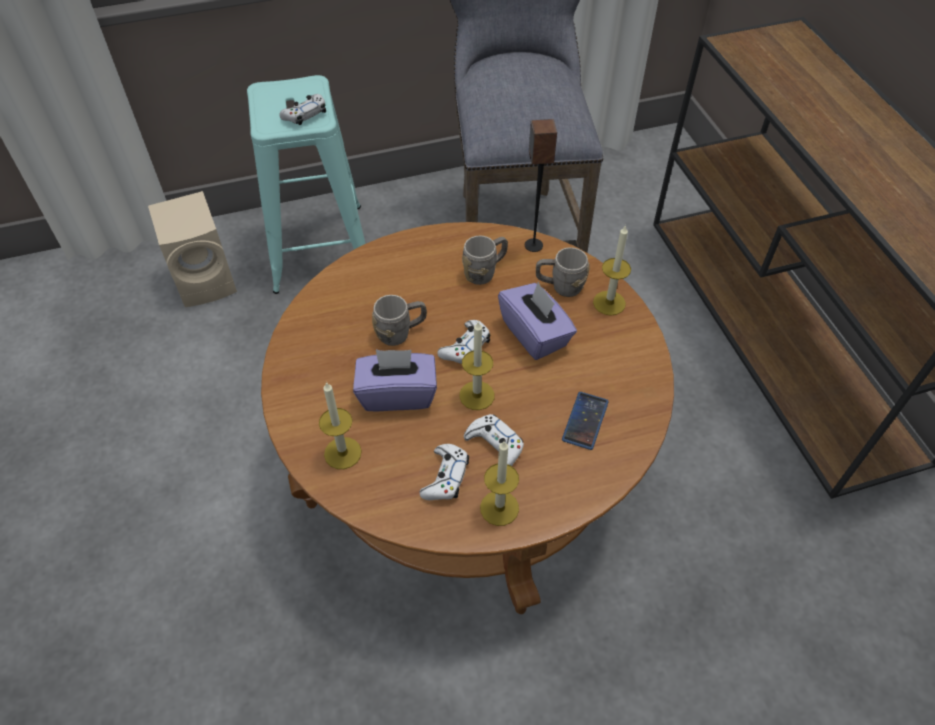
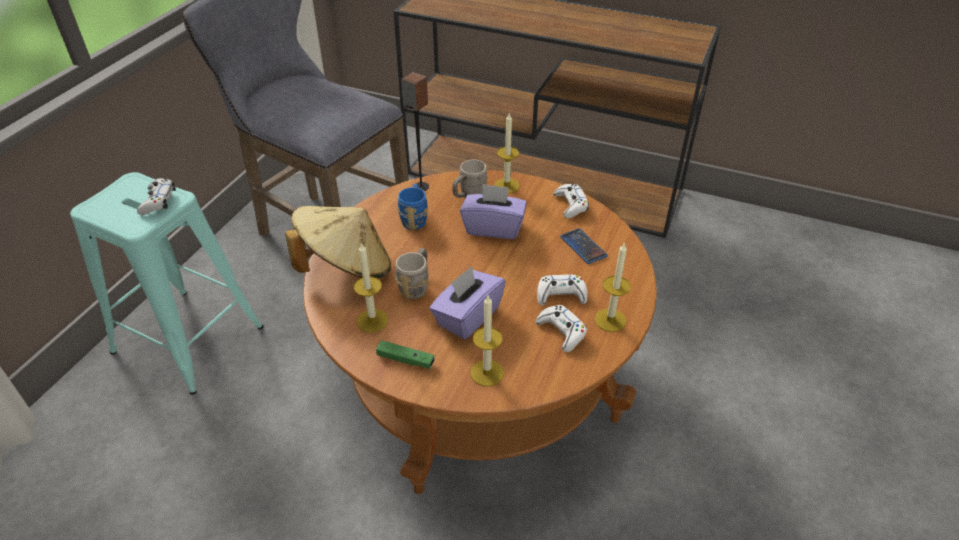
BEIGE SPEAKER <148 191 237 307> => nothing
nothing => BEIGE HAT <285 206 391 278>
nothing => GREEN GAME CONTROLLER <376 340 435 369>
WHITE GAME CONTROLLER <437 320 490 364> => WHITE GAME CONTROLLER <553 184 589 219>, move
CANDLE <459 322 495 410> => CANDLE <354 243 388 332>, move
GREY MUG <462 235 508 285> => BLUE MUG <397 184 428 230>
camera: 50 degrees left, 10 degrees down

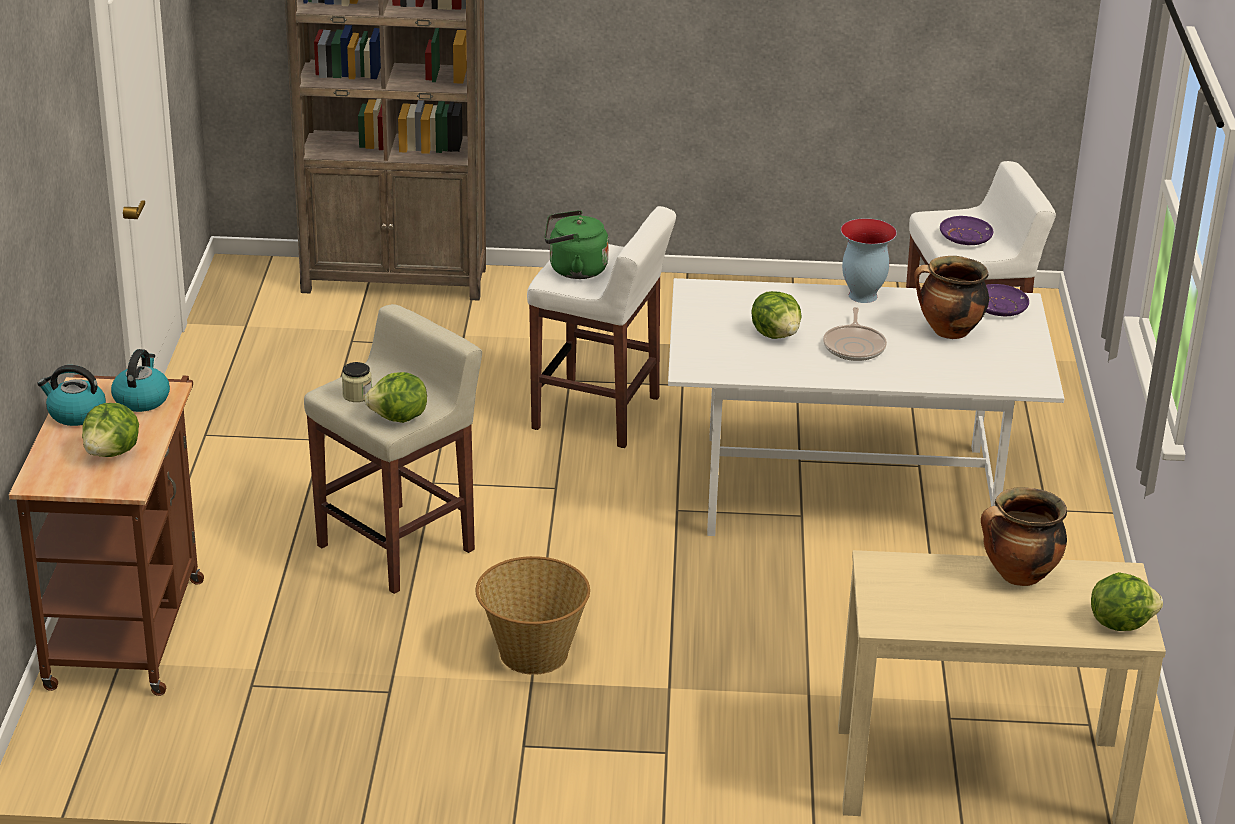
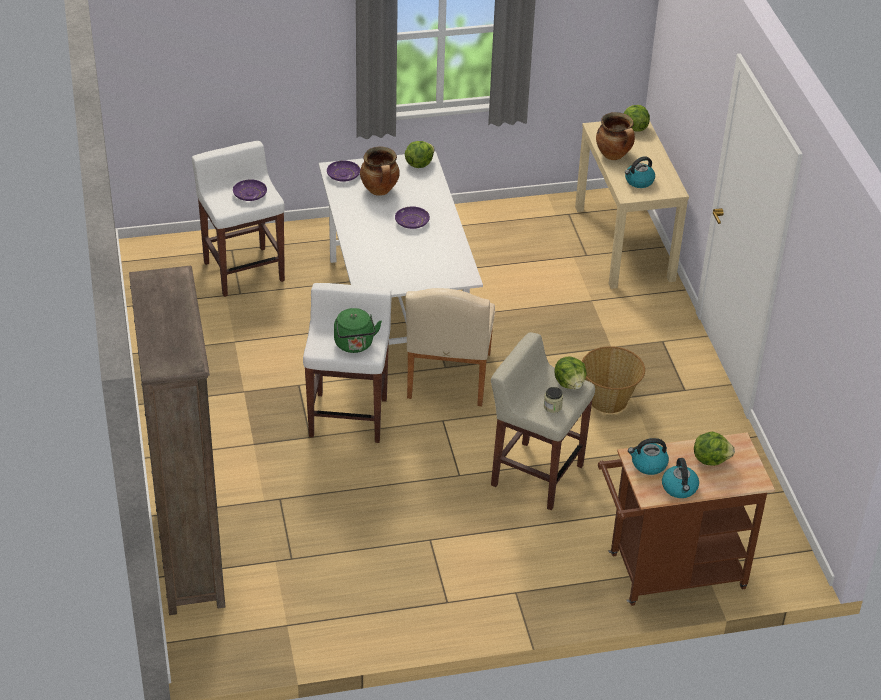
VASE <841 218 897 303> => nothing
nothing => BEIGE CHAIR <405 288 495 406>
nothing => KETTLE <625 156 655 188>
LETTUCE <751 291 802 339> => LETTUCE <405 141 434 168>, move
FRYING PAN <823 307 887 361> => PURPLE PLATE <395 206 430 229>
camera: 105 degrees left, 10 degrees up

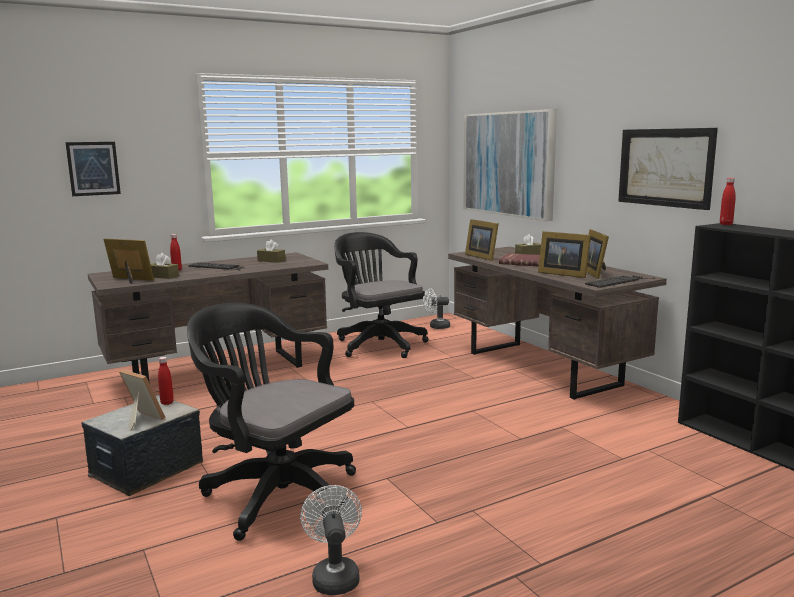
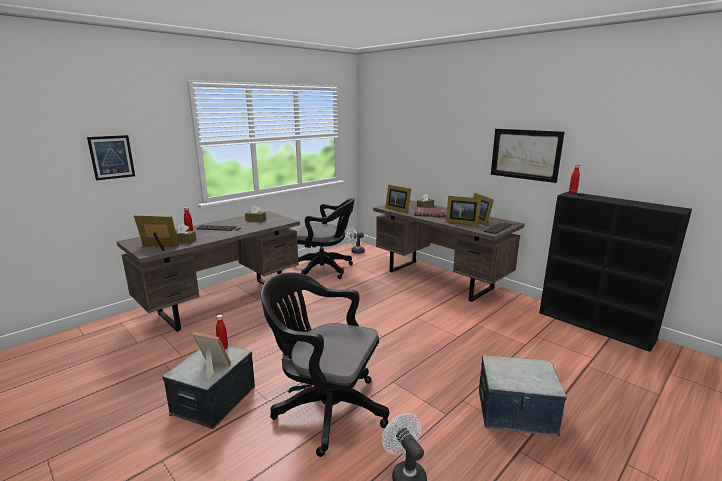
PICTURE <463 109 557 221> => nothing
nothing => STORAGE BOX <479 355 567 436>
BLACK OFFICE CHAIR <334 232 429 358> => BLACK OFFICE CHAIR <297 198 355 279>, 150 degrees clockwise
camera: 15 degrees left, 5 degrees up

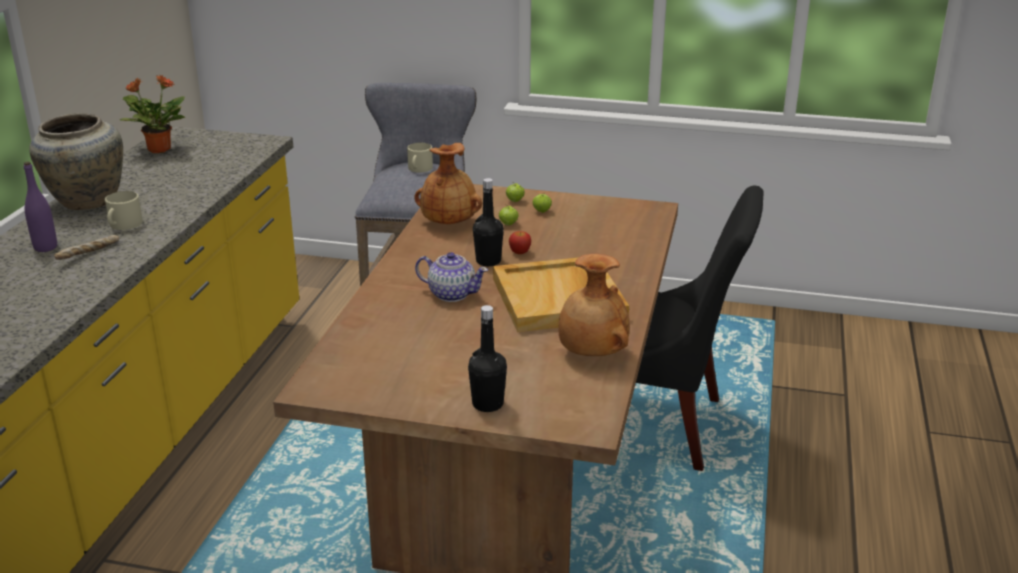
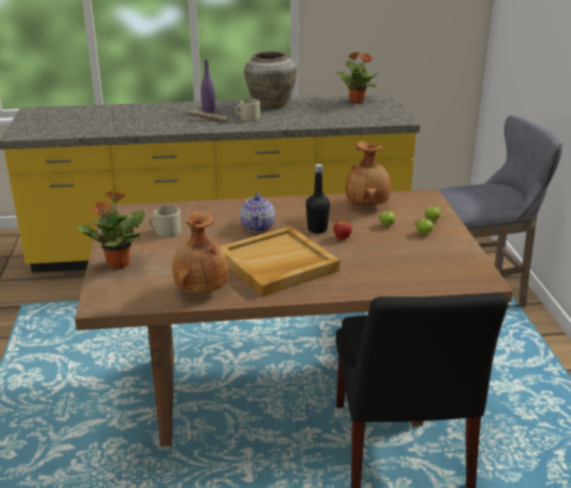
BEIGE MUG <407 143 433 173> => BEIGE MUG <148 206 181 237>, move
BLACK BOTTLE <468 305 507 412> => POTTED PLANT <76 190 145 269>
camera: 70 degrees right, 0 degrees up

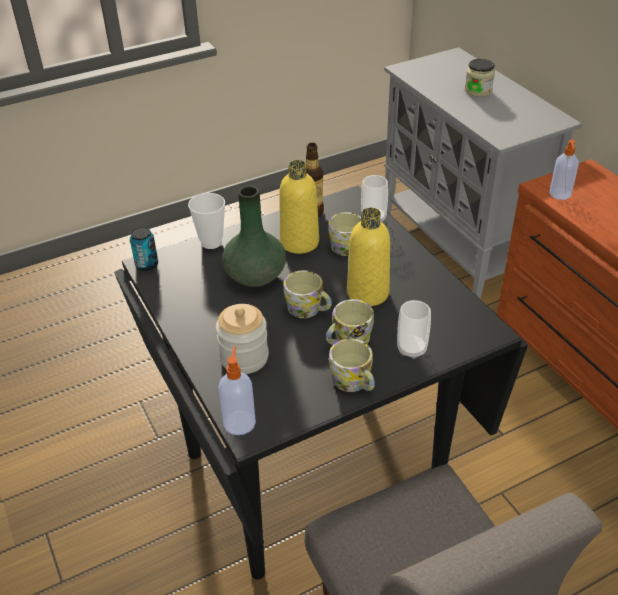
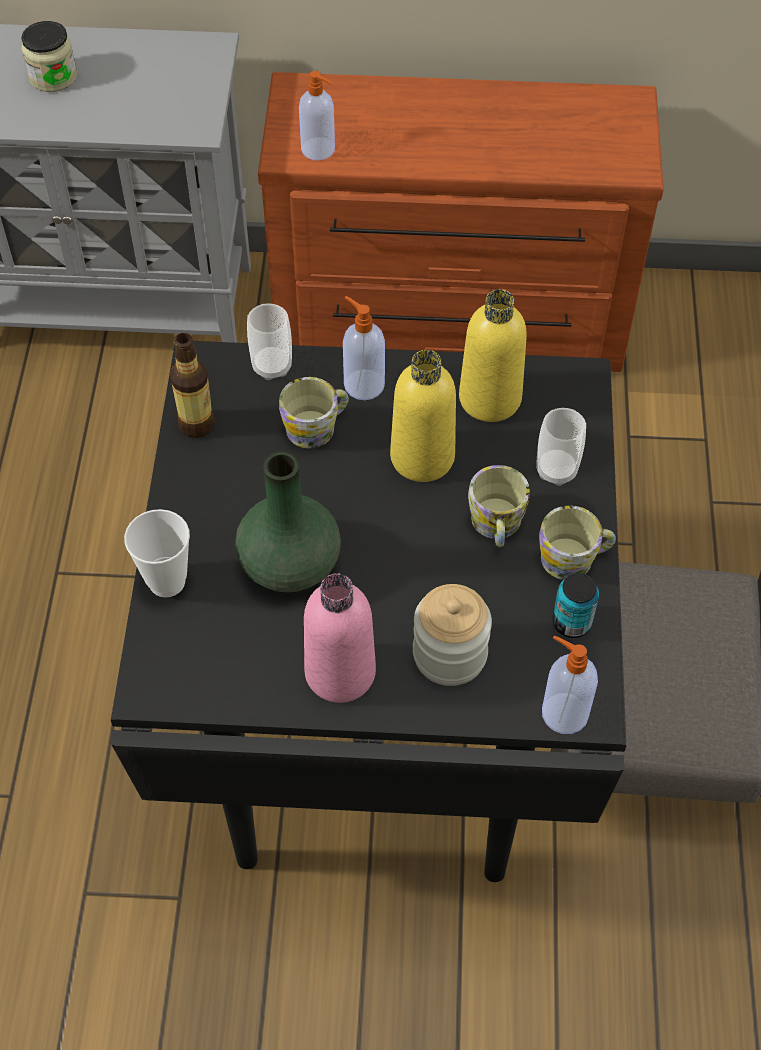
MUG <283 270 332 318> => nothing
nothing => PINK BOTTLE <304 573 376 703>
nothing => SOAP DISPENSER <343 296 385 400>
CAN <130 227 158 271> => CAN <552 573 599 638>, move
YELLOW BOTTLE <279 160 319 254> => YELLOW BOTTLE <459 289 527 422>, move
camera: 60 degrees left, 15 degrees up

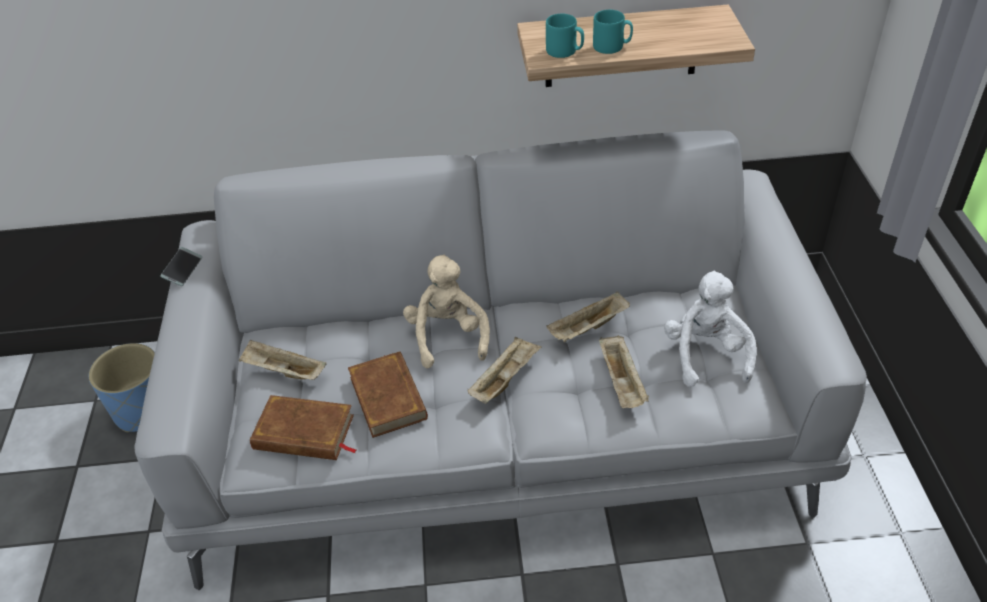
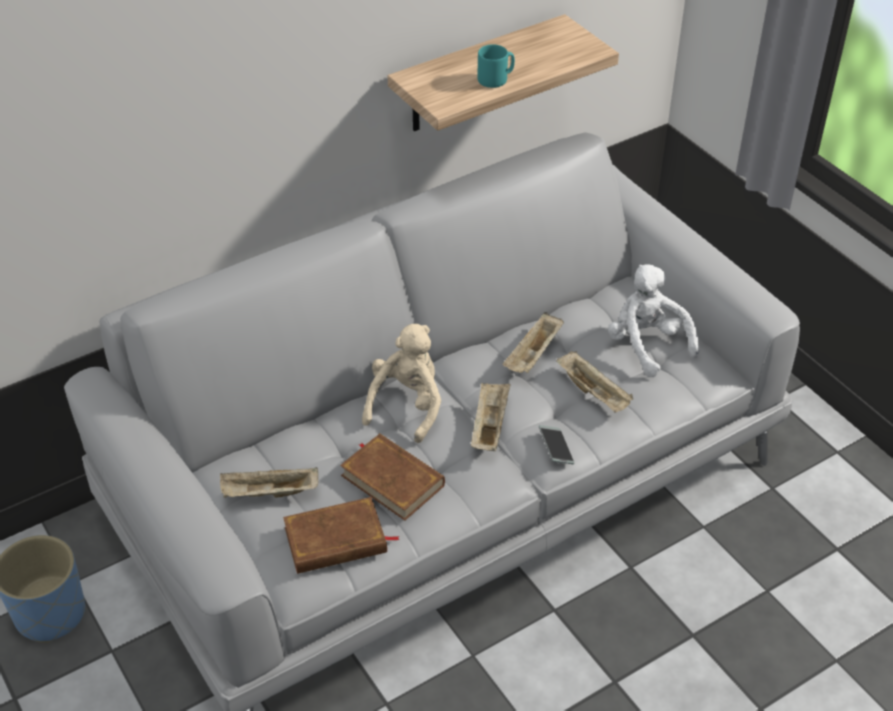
TURQUOISE MUG <546 14 584 58> => nothing
PHONE <160 247 202 286> => PHONE <539 425 574 464>, move
BEIGE PLUSH TOY <403 255 490 369> => BEIGE PLUSH TOY <362 324 441 443>, 60 degrees clockwise
camera: 30 degrees left, 0 degrees up

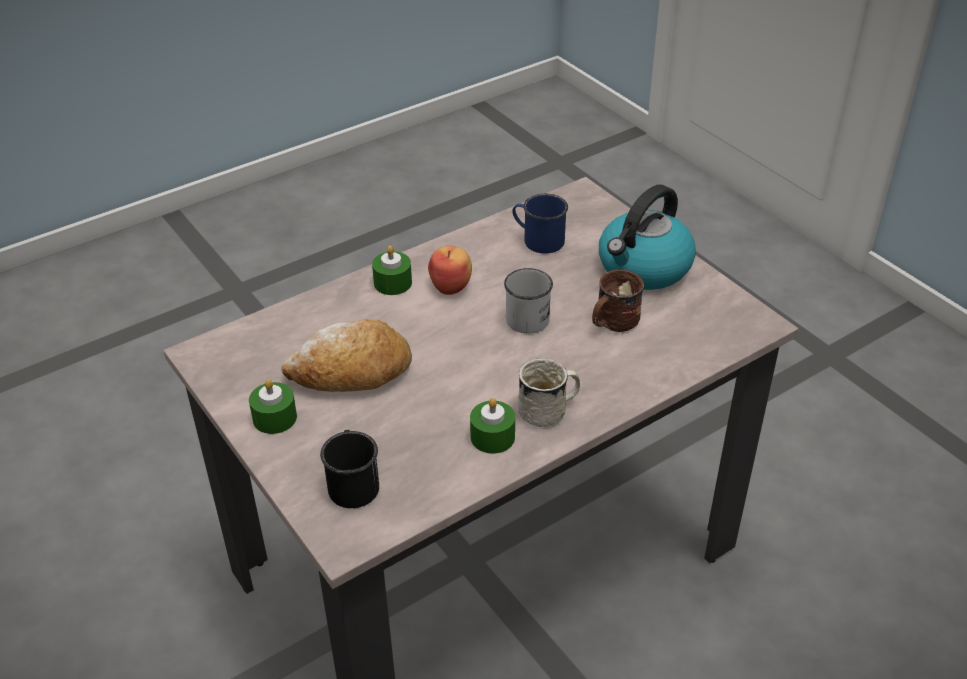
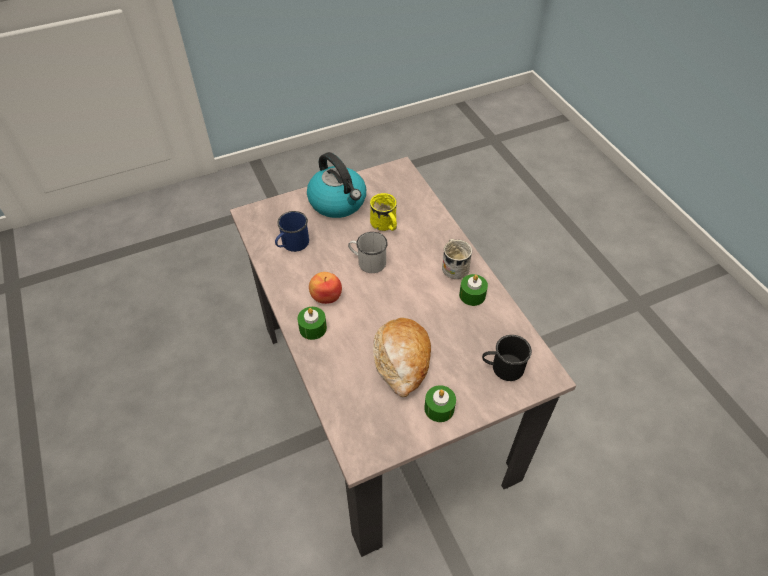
BROWN MUG <592 269 644 334> => YELLOW MUG <370 193 397 231>
camera: 80 degrees left, 10 degrees up

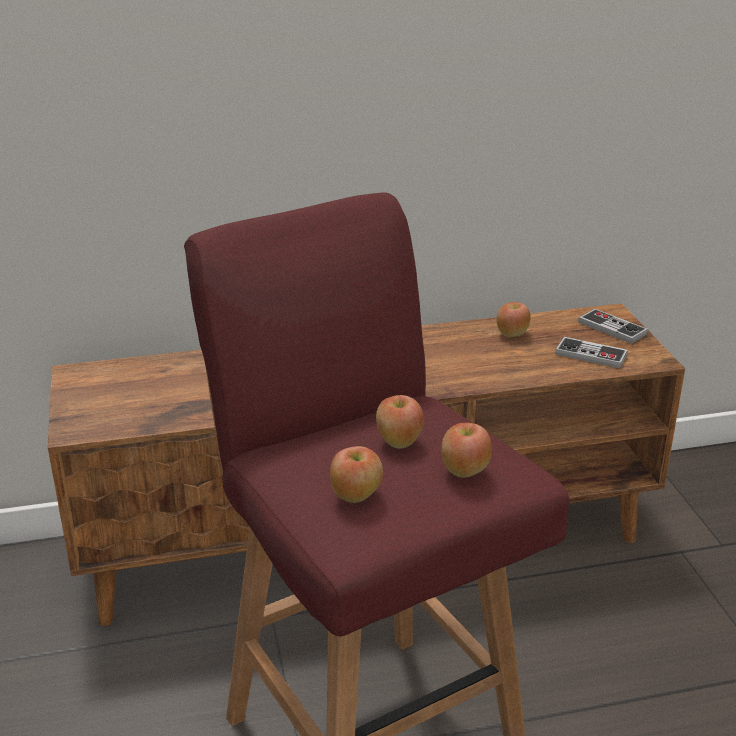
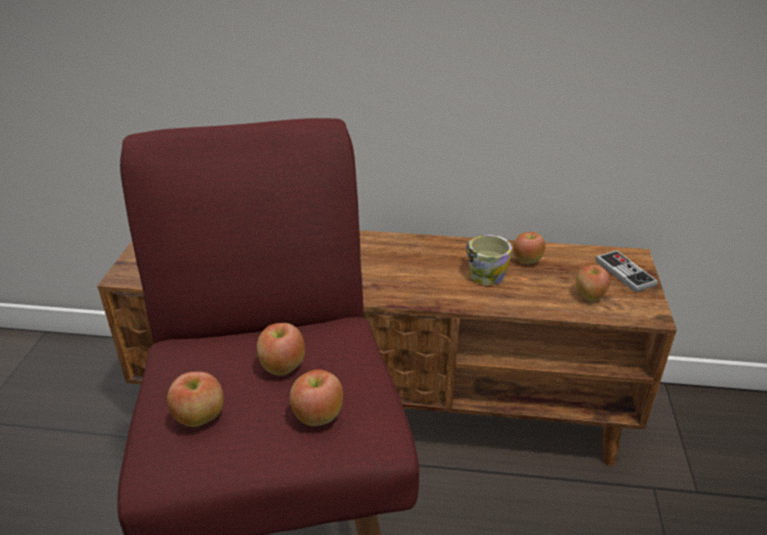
nothing => MUG <466 235 512 285>
GAME CONTROLLER <555 337 628 368> => APPLE <576 265 610 301>
camera: 20 degrees right, 5 degrees up

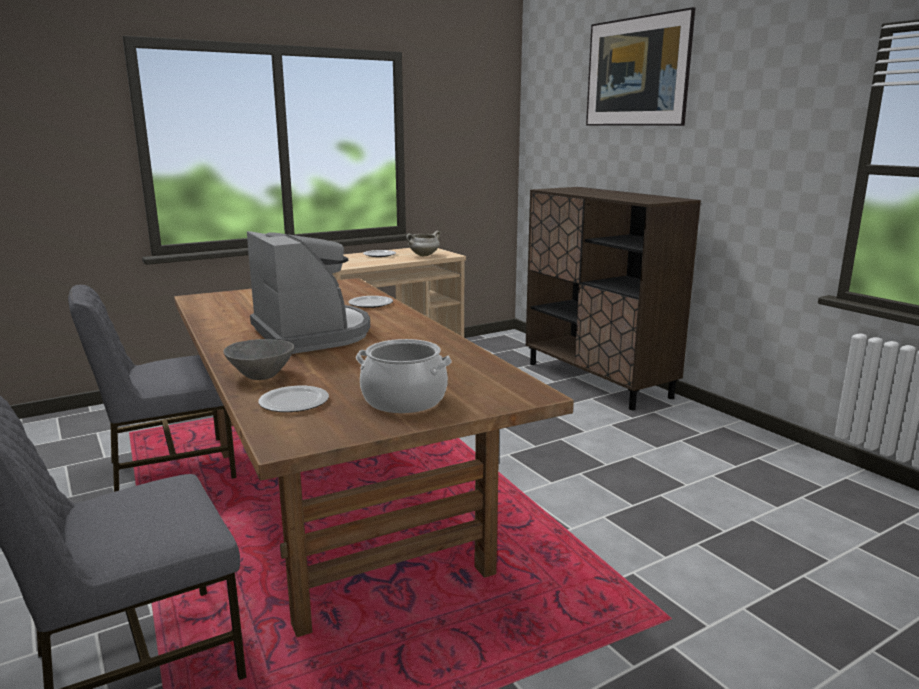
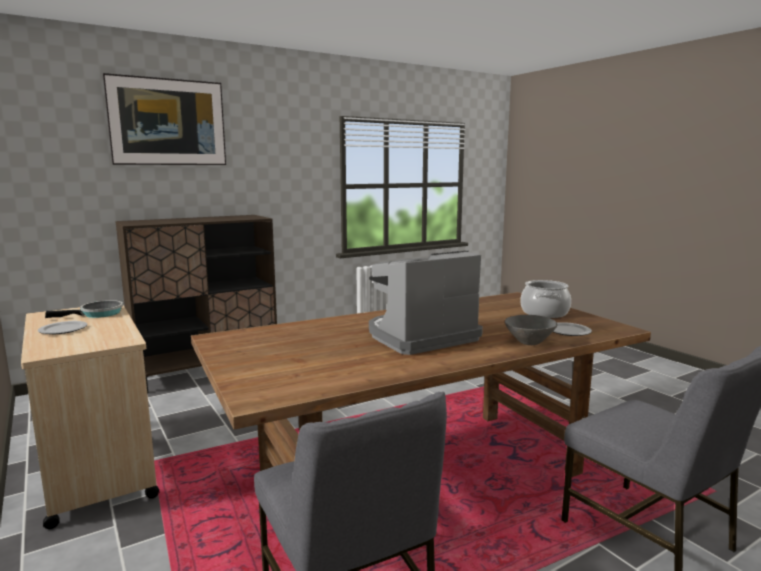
PLATE <349 296 393 308> => nothing
WHITE COOKING POT <406 231 440 256> => FRYING PAN <45 300 123 318>
camera: 90 degrees left, 5 degrees down

